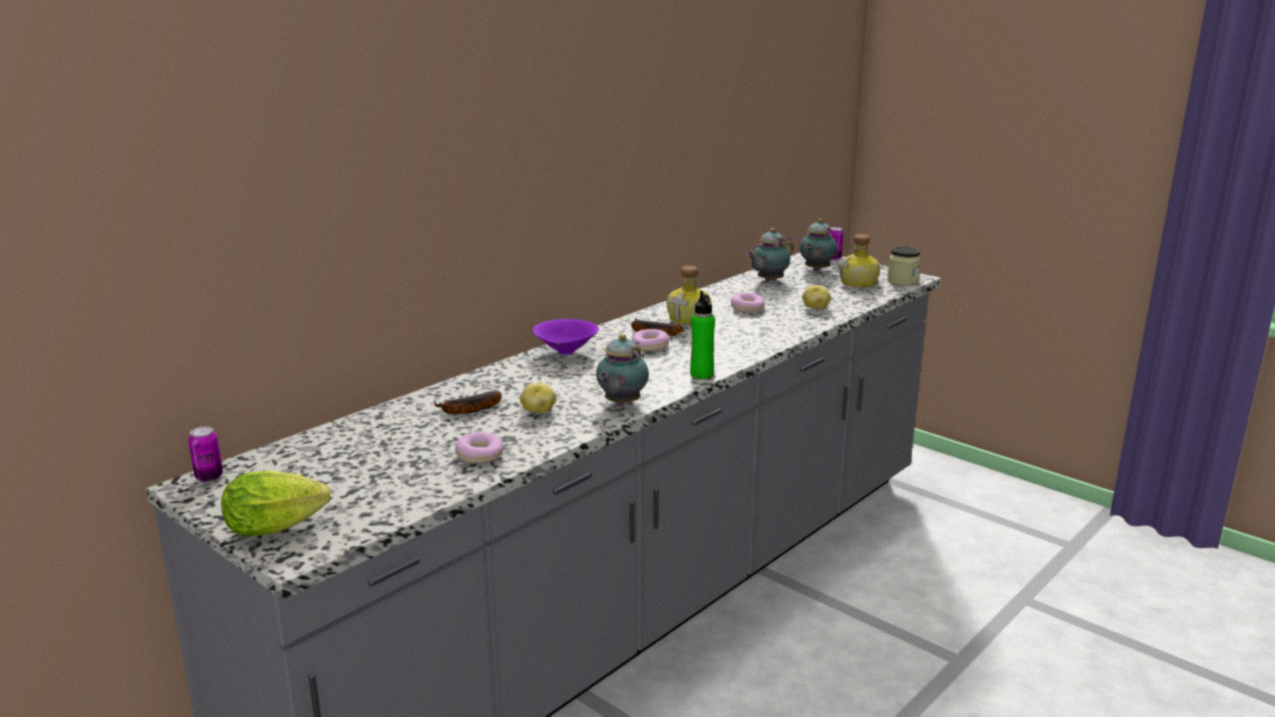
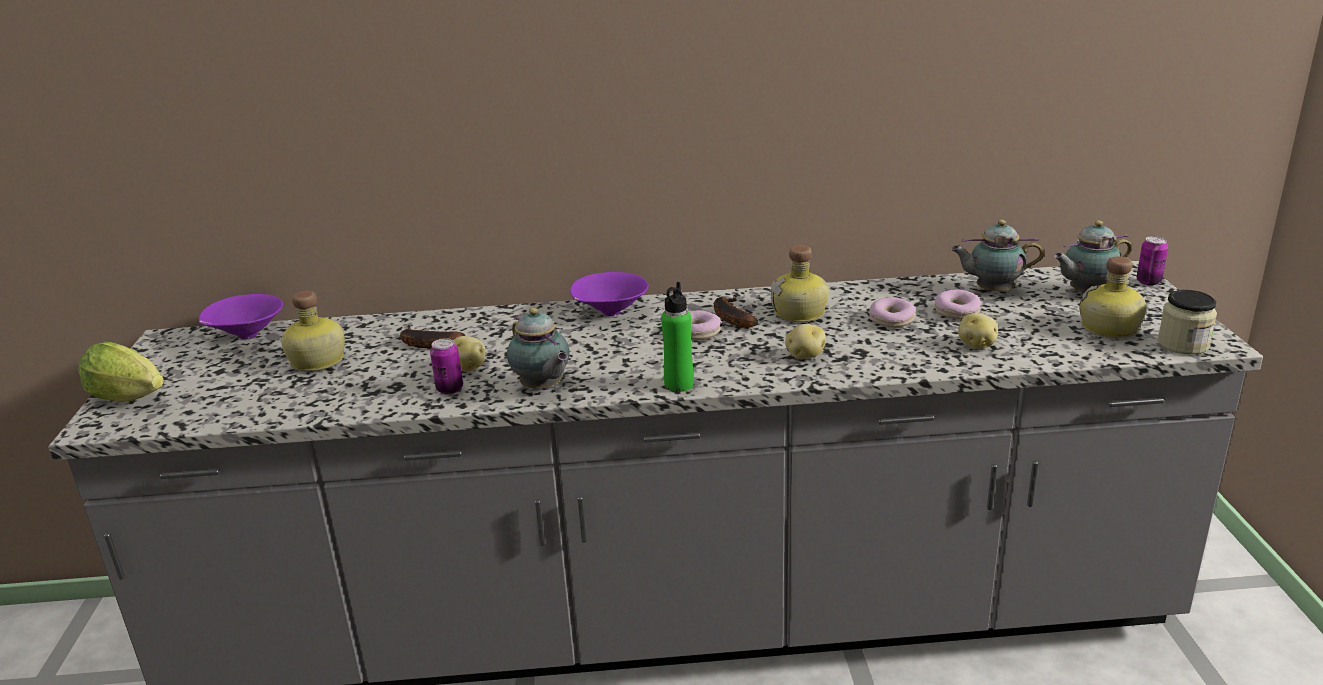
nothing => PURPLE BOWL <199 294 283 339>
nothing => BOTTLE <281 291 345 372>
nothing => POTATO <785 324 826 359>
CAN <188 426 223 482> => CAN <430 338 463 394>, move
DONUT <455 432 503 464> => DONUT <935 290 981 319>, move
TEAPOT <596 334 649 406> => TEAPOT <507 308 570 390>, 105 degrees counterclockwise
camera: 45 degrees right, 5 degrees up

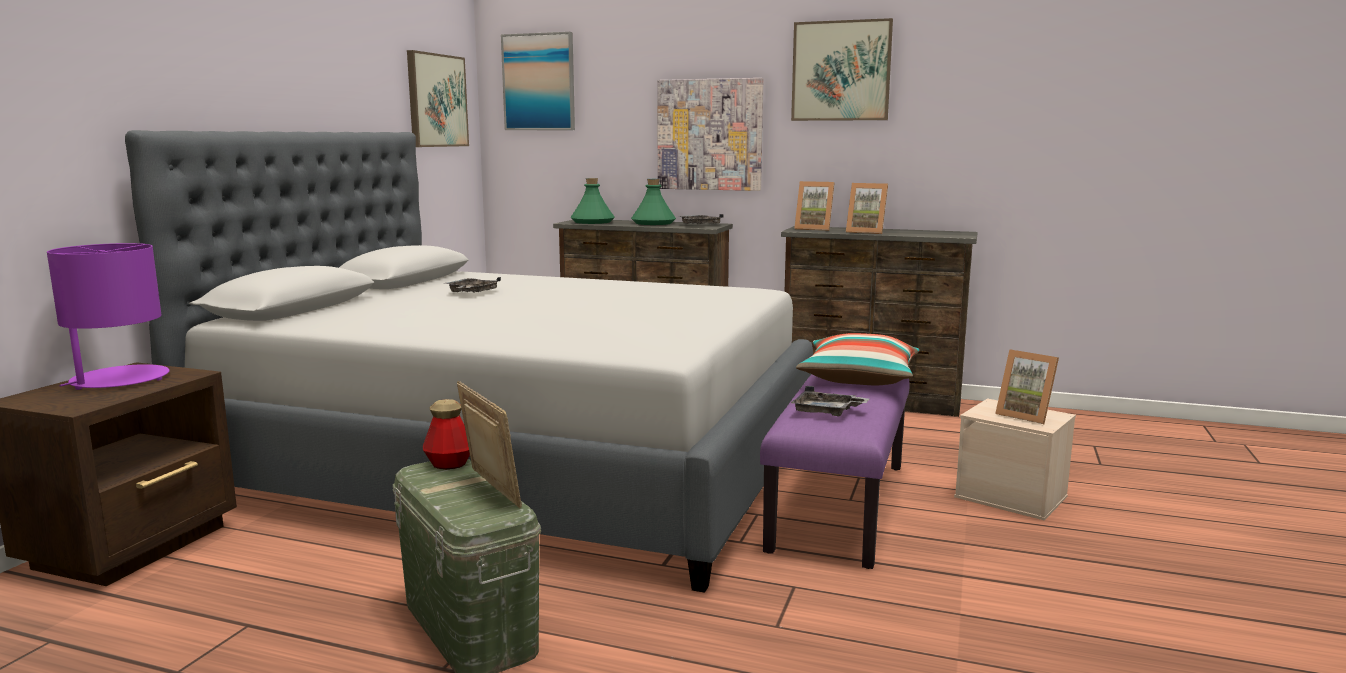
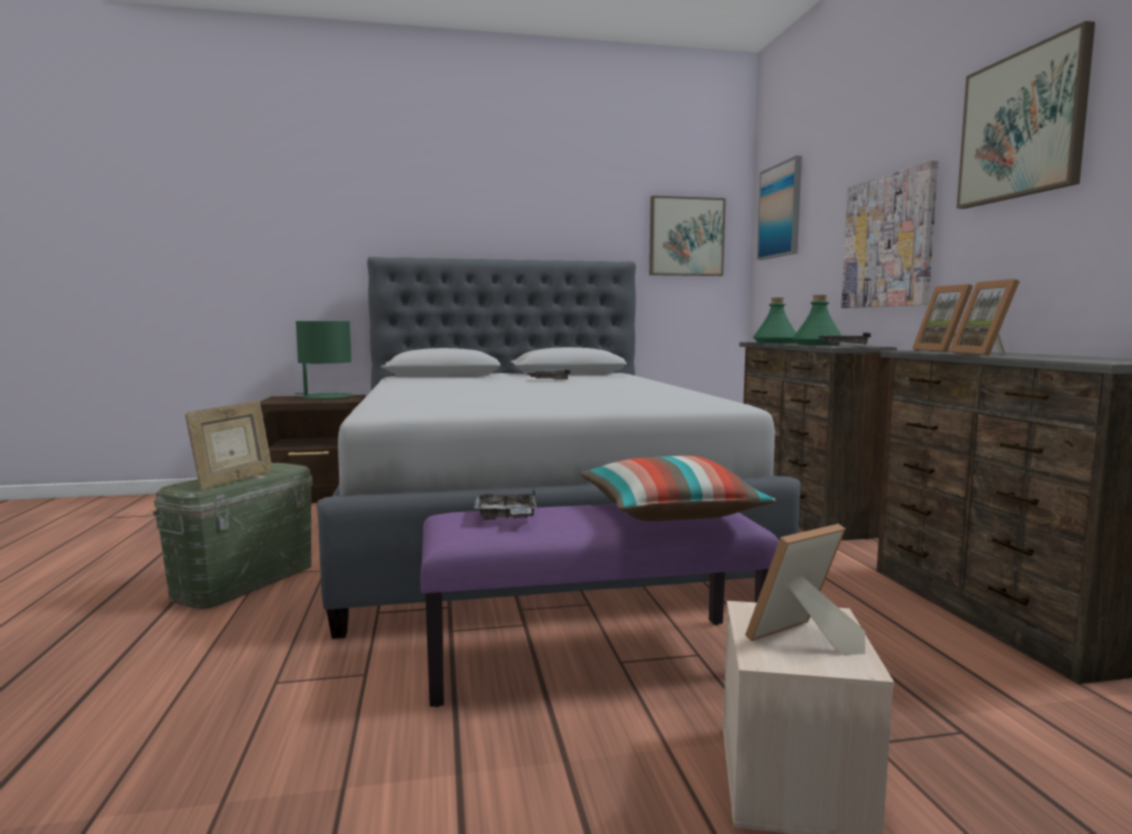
BOTTLE <423 399 470 469> => nothing
PURPLE TABLE LAMP <47 243 170 390> => GREEN TABLE LAMP <295 321 353 400>
PICTURE FRAME <995 349 1059 424> => PICTURE FRAME <745 524 865 655>, 45 degrees clockwise
camera: 60 degrees right, 5 degrees down

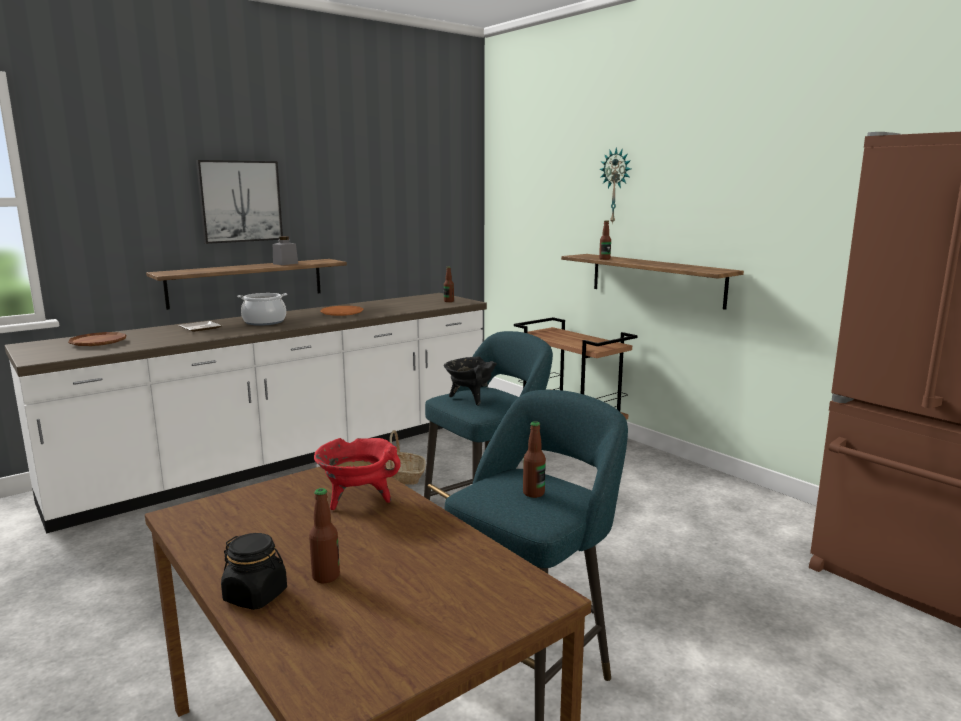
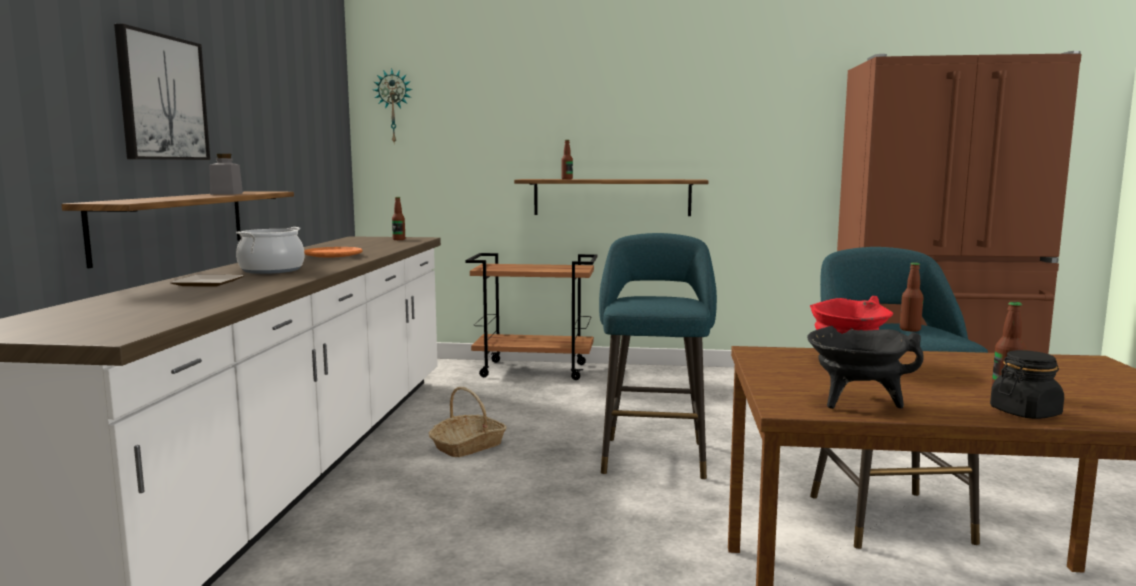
BROWN PLATE <68 332 126 346> => nothing
BLACK COOKING POT <444 356 497 406> => BLACK COOKING POT <807 326 923 409>, move
WALL CLOCK <599 147 631 225> => WALL CLOCK <373 68 412 145>, move
camera: 45 degrees left, 5 degrees down

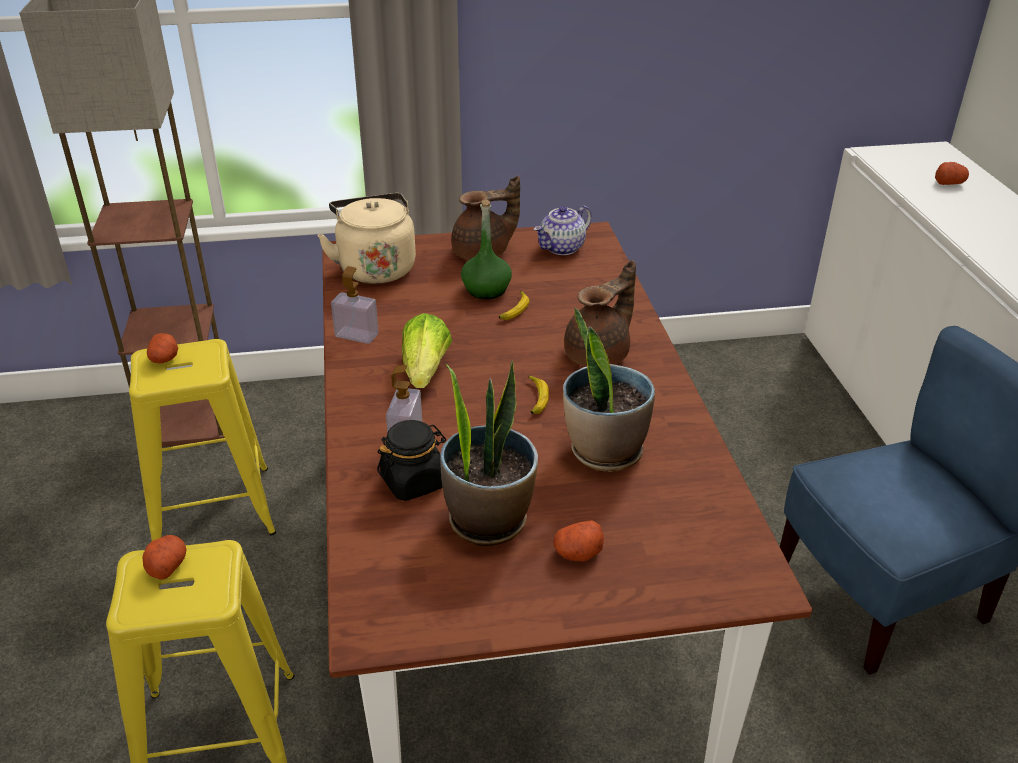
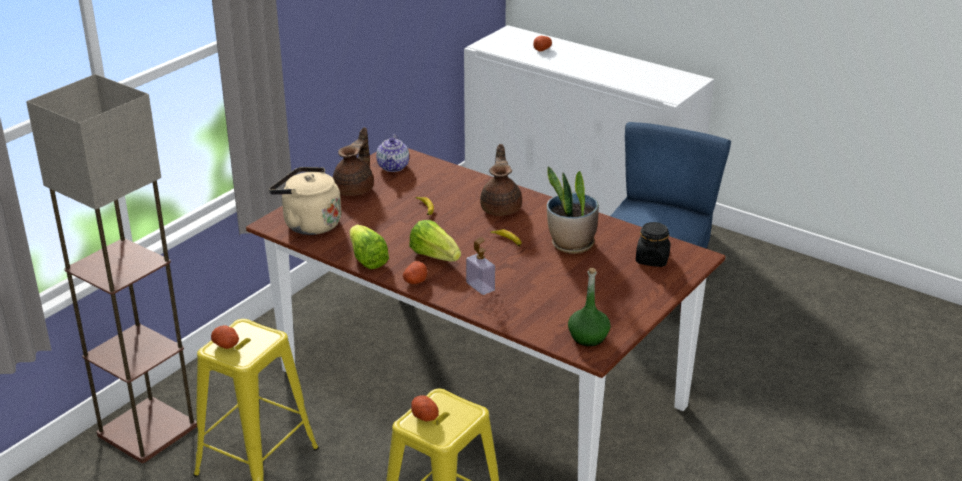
POTTED PLANT <440 360 538 546> => nothing
BLACK JAR <377 420 446 501> => BLACK JAR <636 222 670 267>, move
GREEN BOTTLE <461 200 512 299> => GREEN BOTTLE <568 268 611 346>, move
POTATO <554 520 604 562> => POTATO <403 261 427 284>, move
SOAP DISPENSER <331 266 379 344> => LETTUCE <349 225 389 269>
camera: 45 degrees left, 5 degrees down

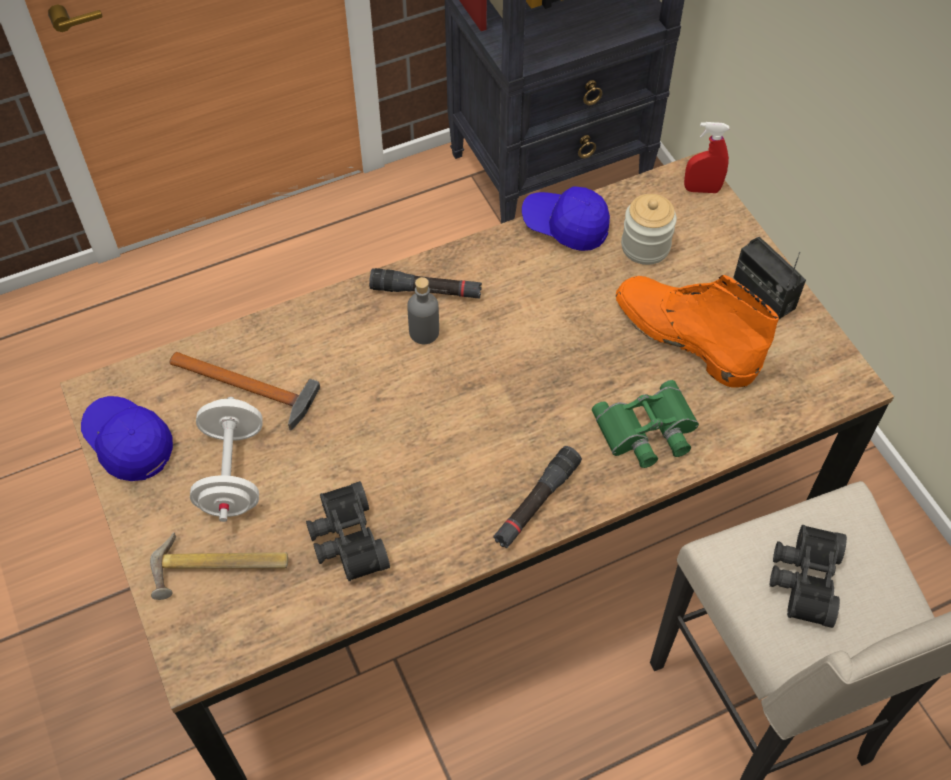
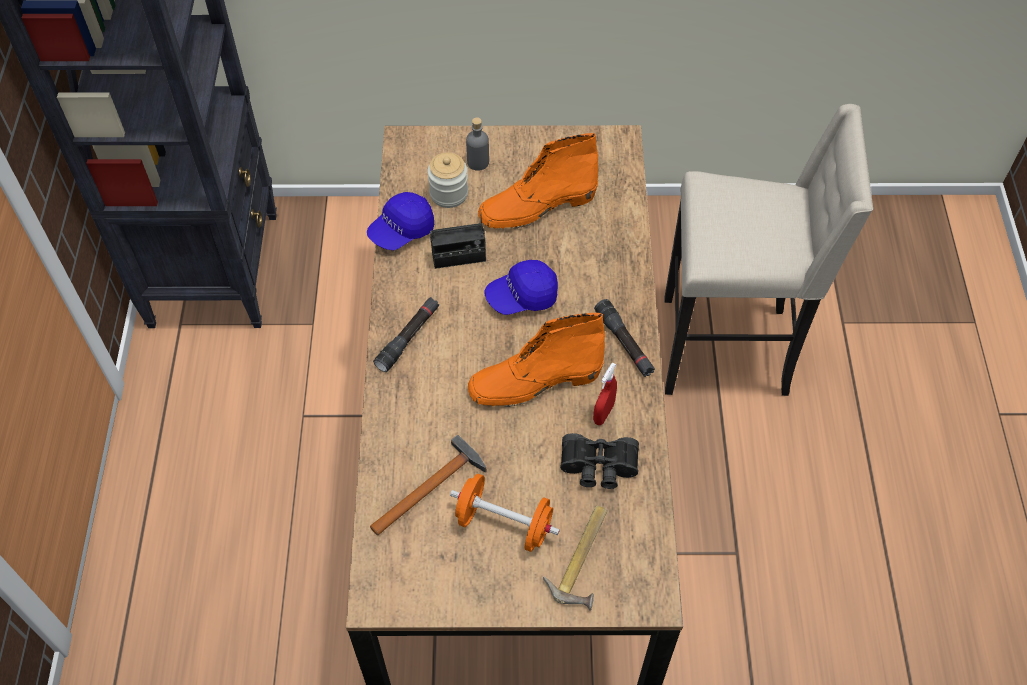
GREEN BINOCULARS <592 380 699 468> => nothing
BLACK BINOCULARS <770 525 847 628> => nothing
nothing => ORANGE BOOT <468 313 605 407>
BLUE CAP <81 396 173 481> => BLUE CAP <485 260 558 315>, move
GREY BOTTLE <407 277 439 344> => GREY BOTTLE <466 117 489 171>, move
RED SPRAY BOTTLE <684 122 729 193> => RED SPRAY BOTTLE <593 362 617 425>, move
RADIO <733 237 806 319> => RADIO <430 209 486 269>, move
WHITE DUMBBELL <190 397 263 522> => ORANGE DUMBBELL <450 474 560 552>
camera: 65 degrees left, 0 degrees up

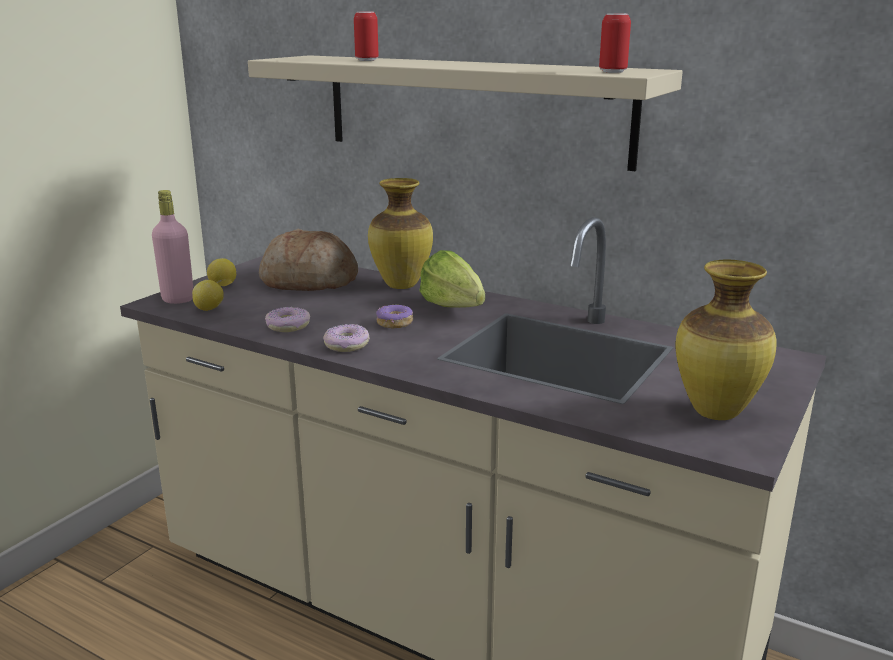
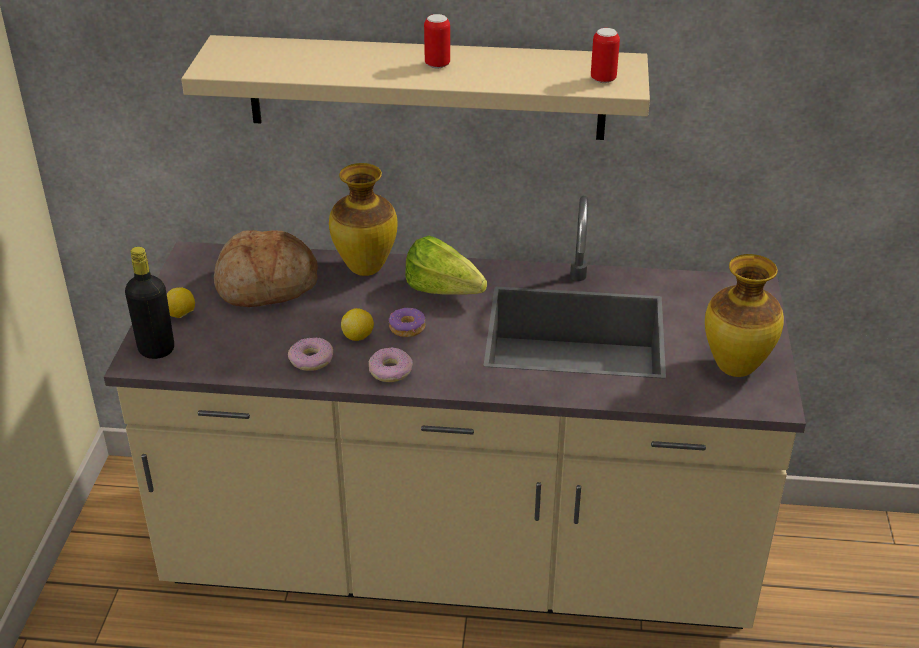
LEMON <192 280 224 311> => LEMON <341 308 374 341>, move
CAN <354 12 379 61> => CAN <424 14 450 68>, move
PINK BOTTLE <152 190 193 304> => BLACK BOTTLE <125 247 174 359>
camera: 25 degrees left, 15 degrees up

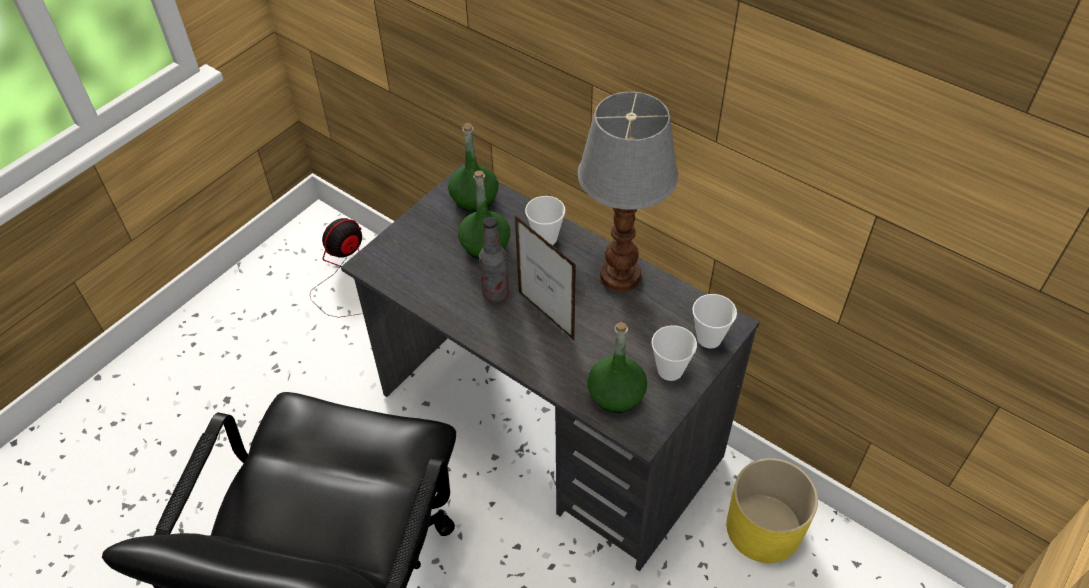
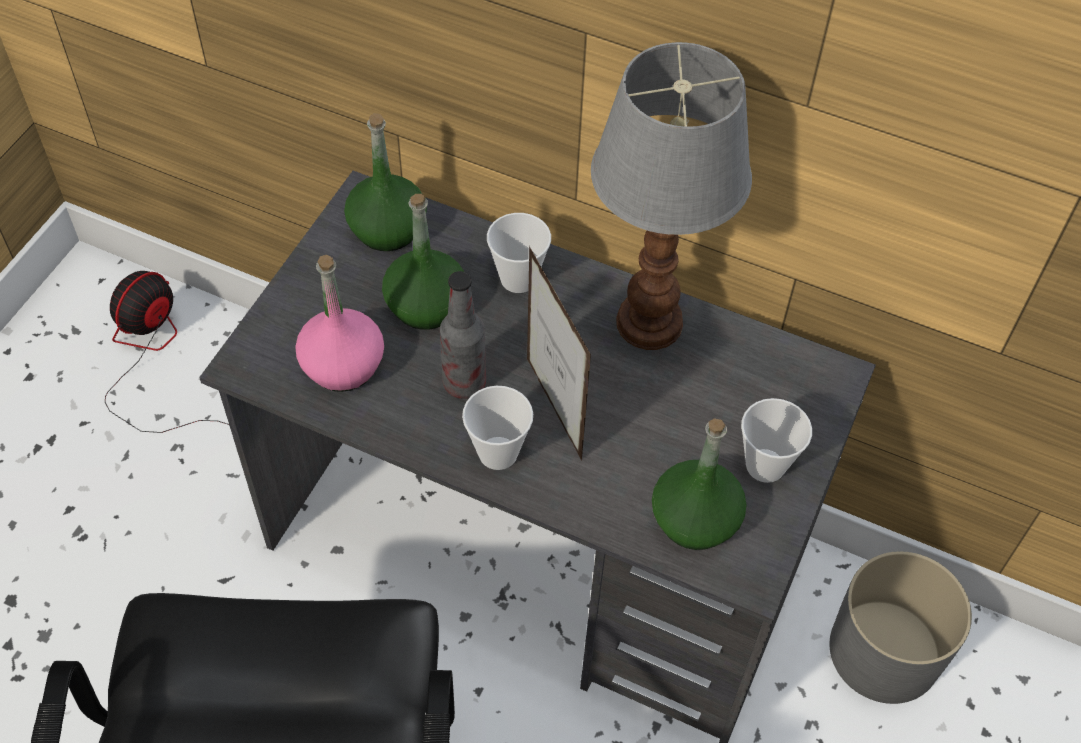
nothing => PINK BOTTLE <295 255 384 392>
CUP <692 294 737 348> => CUP <462 386 533 470>, move
YELLOW PLANTER <727 458 818 563> => GREY PLANTER <830 551 972 704>
PICTURE FRAME <515 215 576 341> => PICTURE FRAME <527 246 591 461>, 150 degrees counterclockwise
camera: 15 degrees left, 5 degrees up

